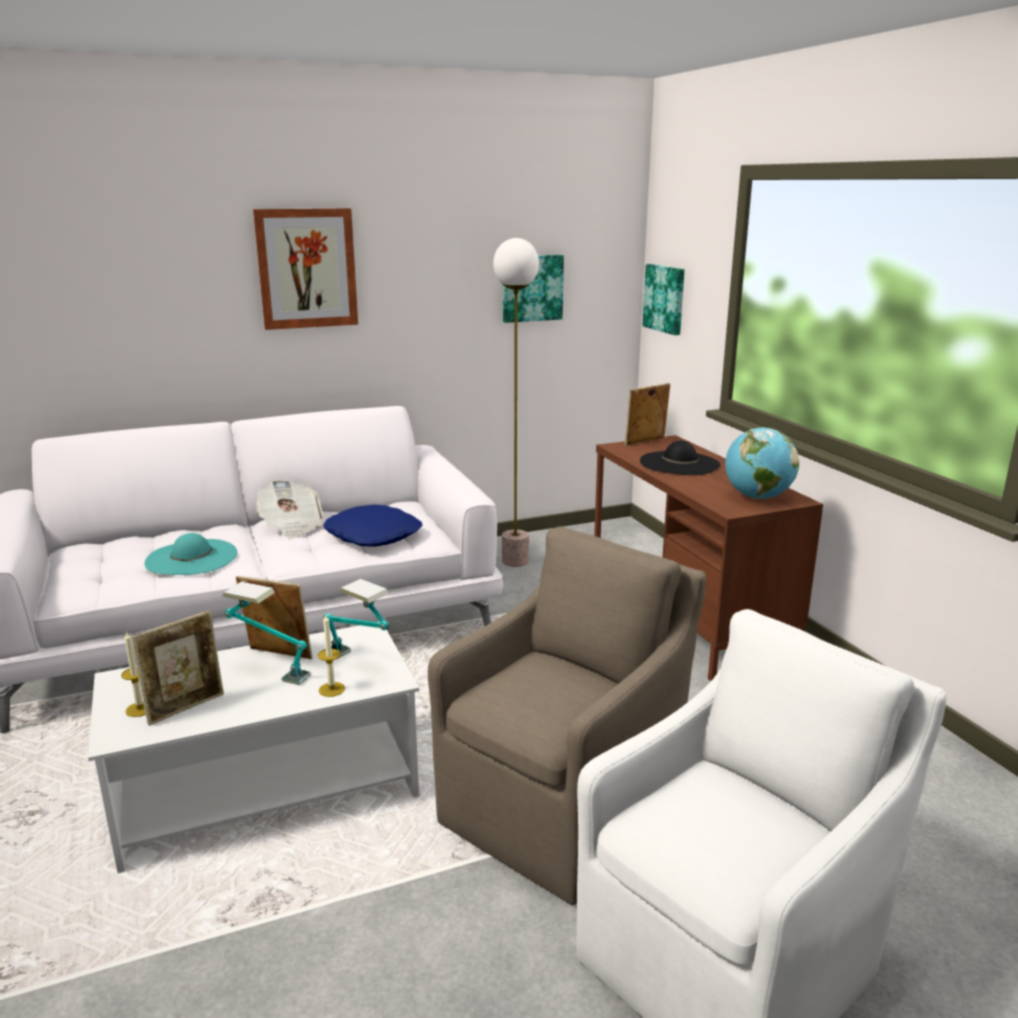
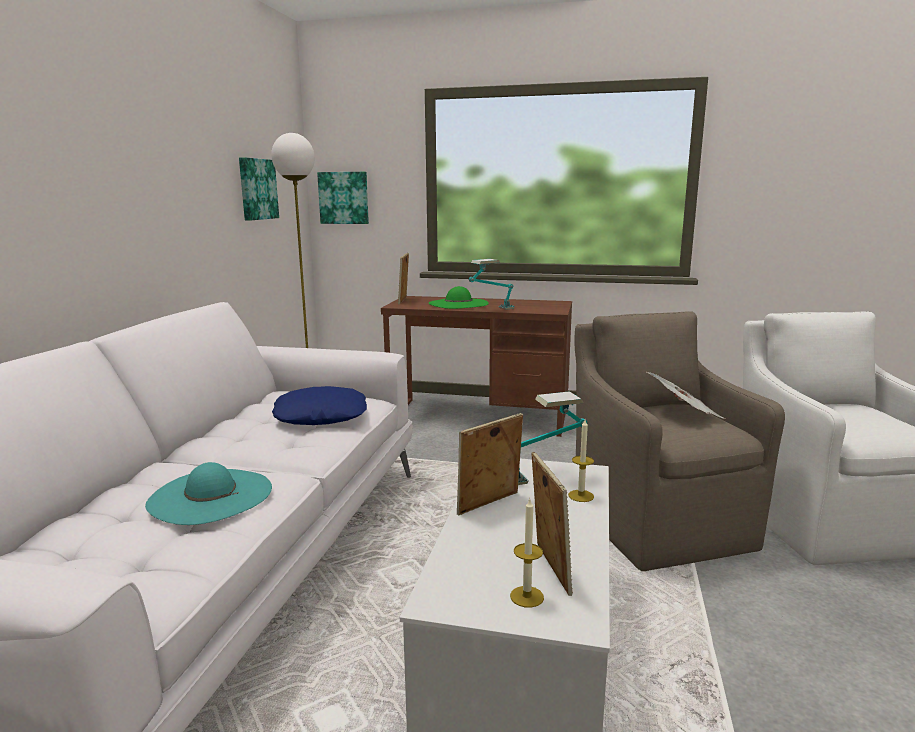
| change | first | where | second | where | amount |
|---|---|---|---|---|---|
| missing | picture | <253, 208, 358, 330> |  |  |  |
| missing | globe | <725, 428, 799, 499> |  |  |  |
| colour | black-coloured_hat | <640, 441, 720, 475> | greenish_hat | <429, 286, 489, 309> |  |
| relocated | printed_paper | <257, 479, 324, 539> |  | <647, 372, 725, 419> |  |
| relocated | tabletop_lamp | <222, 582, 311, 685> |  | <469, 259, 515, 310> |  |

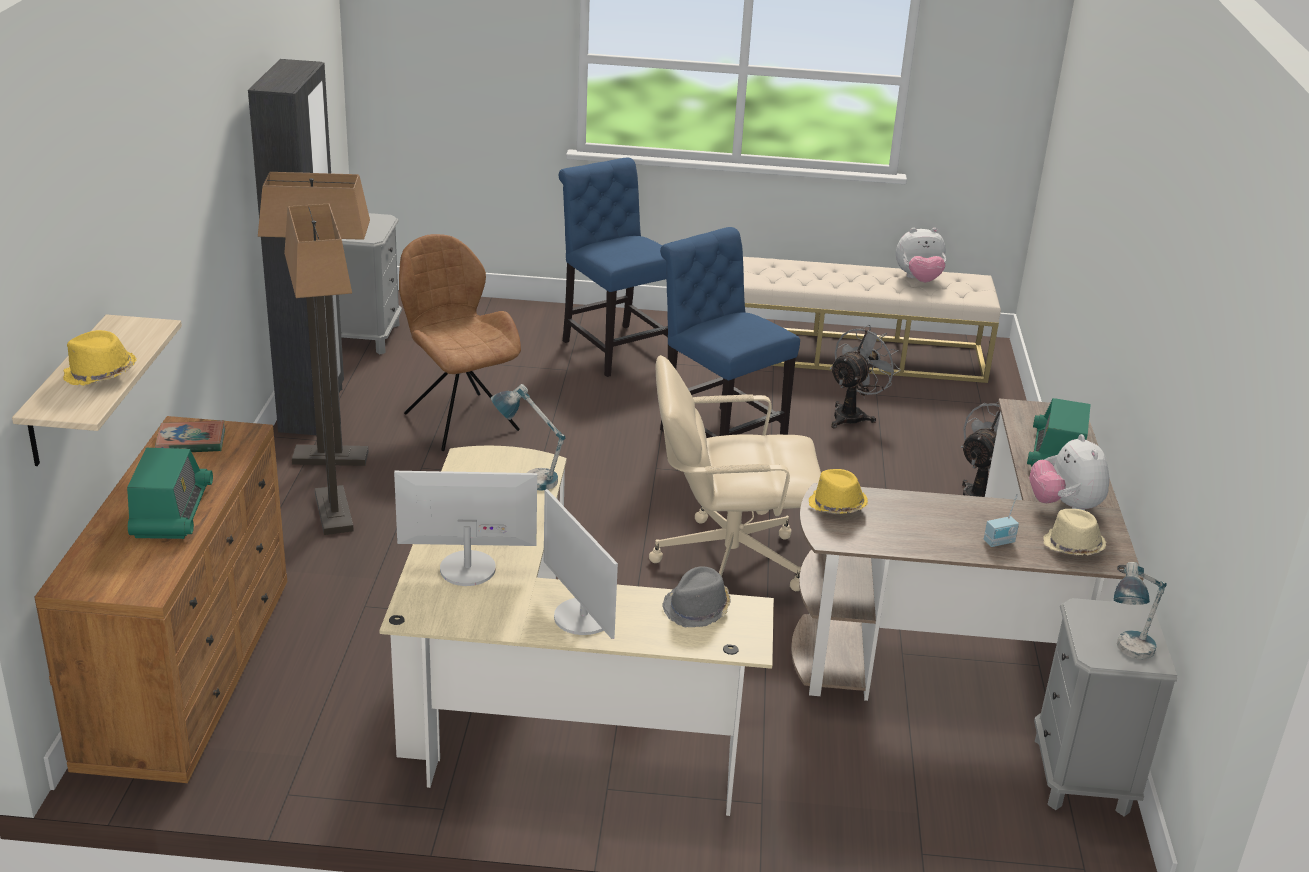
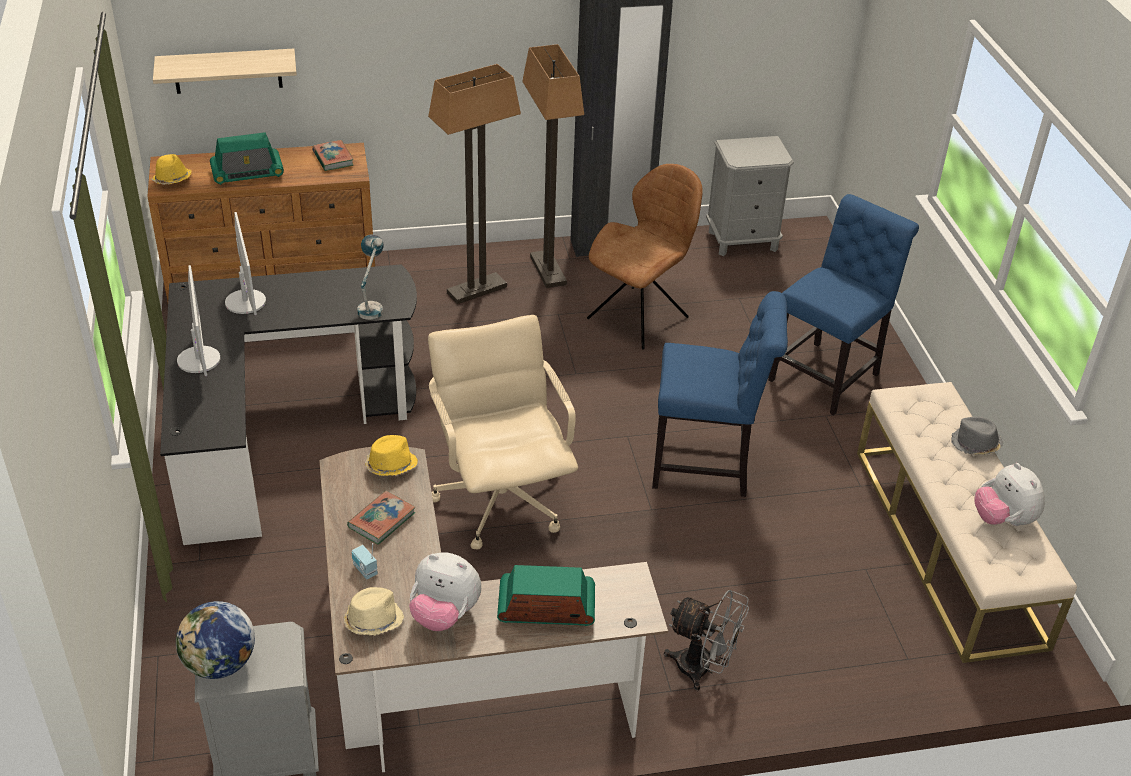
| change | first | where | second | where | amount |
|---|---|---|---|---|---|
| spun | blue_plain_chair | <660, 227, 800, 438> |  | <652, 291, 788, 497> | 60 degrees clockwise |
| missing | grey_cooling_fan | <830, 325, 901, 428> |  |  |  |
| relocated | yellow-coloured_hat | <63, 330, 137, 386> |  | <152, 154, 192, 185> |  |
| spun | plush_toy | <1029, 434, 1109, 511> |  | <409, 552, 481, 631> | 135 degrees counterclockwise |
| colour | beige-coloured_desk_table | <379, 446, 774, 816> | black-coloured_desk_table | <160, 264, 417, 545> |  |
| spun | computer_screen | <544, 489, 618, 639> |  | <177, 265, 220, 376> | 120 degrees clockwise |
| exchanged | tabletop_lamp | <1114, 562, 1167, 659> | globe | <176, 601, 255, 679> |  |
| relocated | grey_hat | <662, 566, 731, 627> |  | <951, 416, 1003, 455> |  |
| appeared |  |  | bound_book | <347, 491, 416, 545> |  |

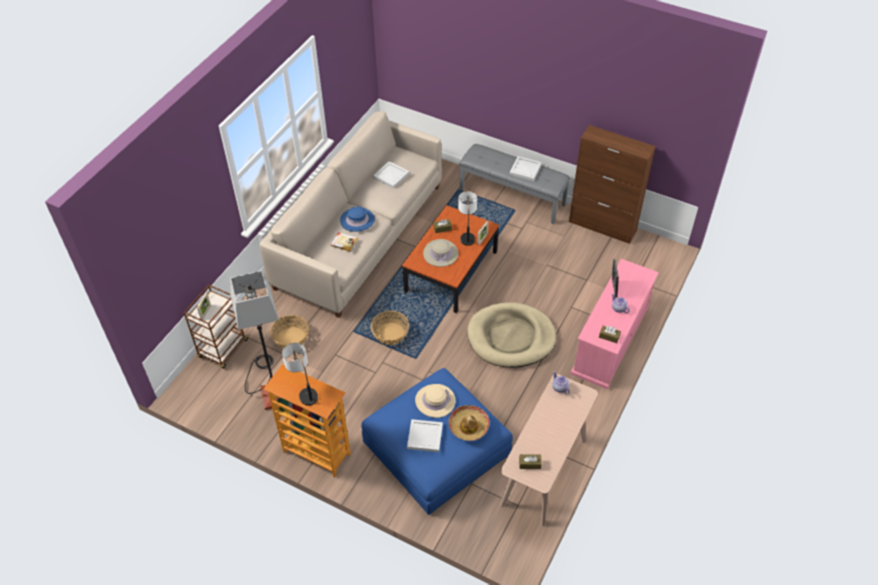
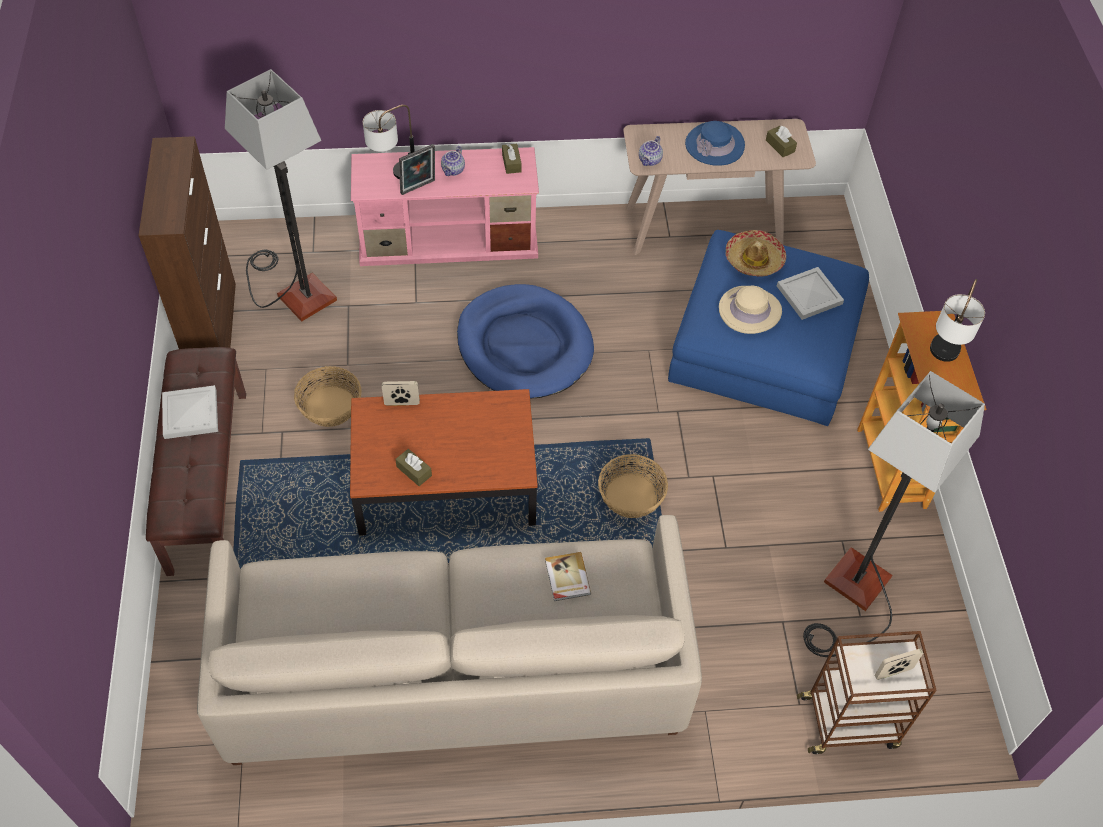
| change | first | where | second | where | amount |
|---|---|---|---|---|---|
| colour | grey_bench | <459, 144, 571, 224> | brown_bench | <146, 347, 246, 576> |  |
| missing | white_carrying_tray | <373, 162, 409, 189> |  |  |  |
| relocated | tabletop_lamp | <458, 191, 477, 246> |  | <363, 105, 415, 179> |  |
| relocated | blue_hat | <340, 207, 375, 232> |  | <685, 121, 745, 165> |  |
| missing | beige-coloured_hat | <423, 239, 459, 267> |  |  |  |
| colour | beige-coloured_pet_bed | <467, 302, 556, 368> | blue_pet_bed | <457, 284, 594, 398> |  |
| relocated | household_basket | <270, 315, 309, 348> |  | <294, 366, 362, 427> |  |
| appeared |  |  | standing_lamp | <225, 69, 337, 321> |  |

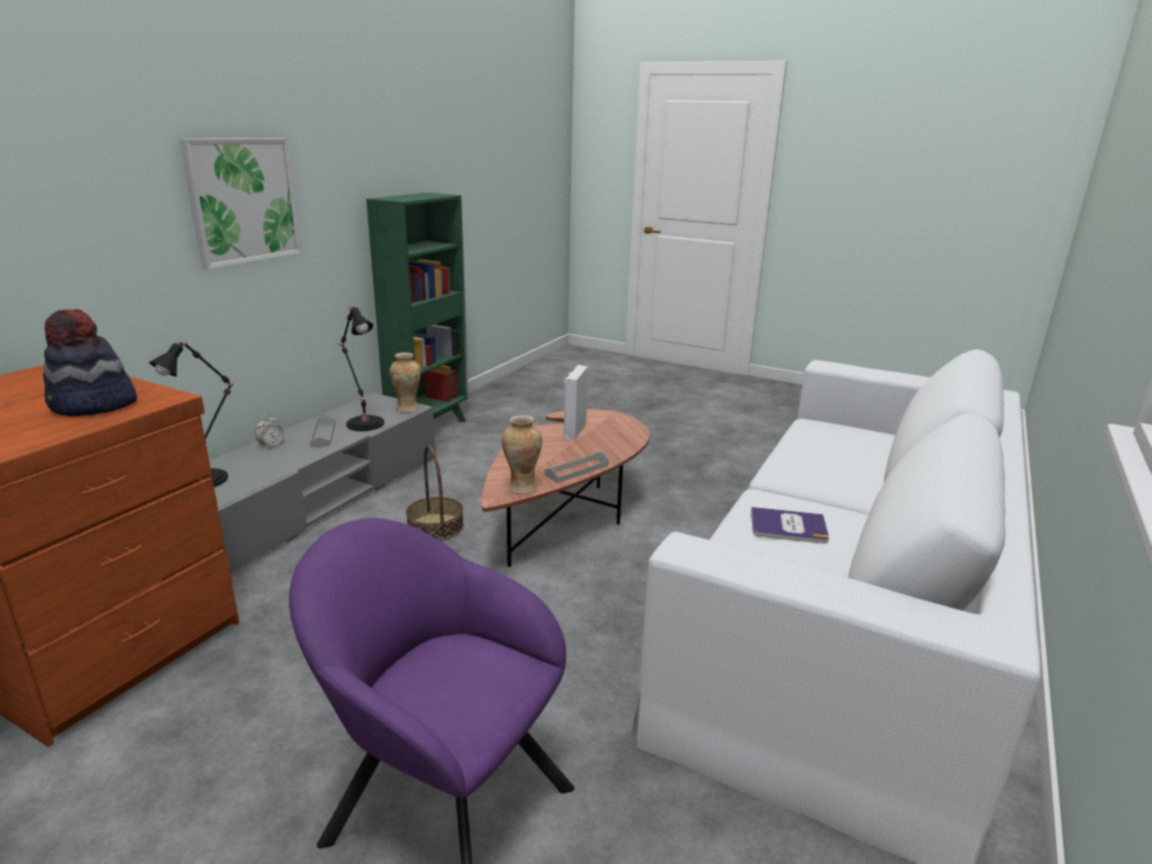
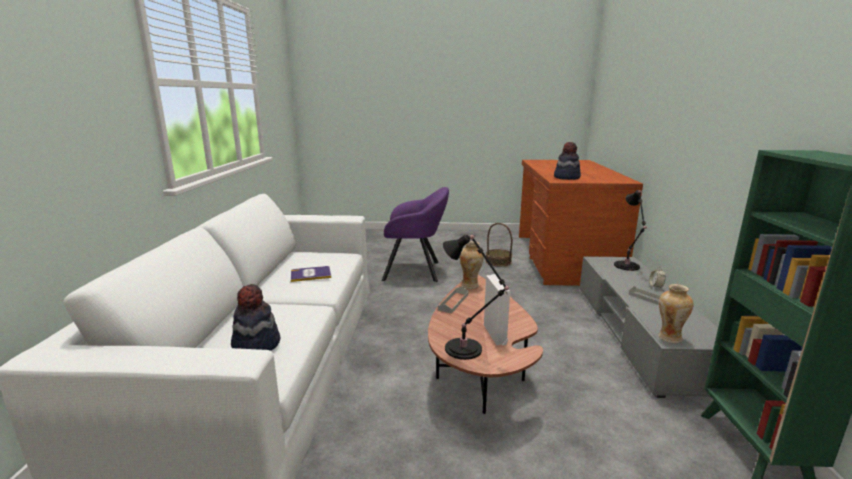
| change | first | where | second | where | amount |
|---|---|---|---|---|---|
| missing | picture | <180, 138, 302, 269> |  |  |  |
| relocated | black-coloured_tabletop_lamp | <338, 305, 384, 431> |  | <443, 235, 511, 360> |  |
| relocated | household_basket | <406, 445, 464, 541> |  | <486, 223, 512, 267> |  |
| appeared |  |  | hat | <231, 284, 280, 351> |  |

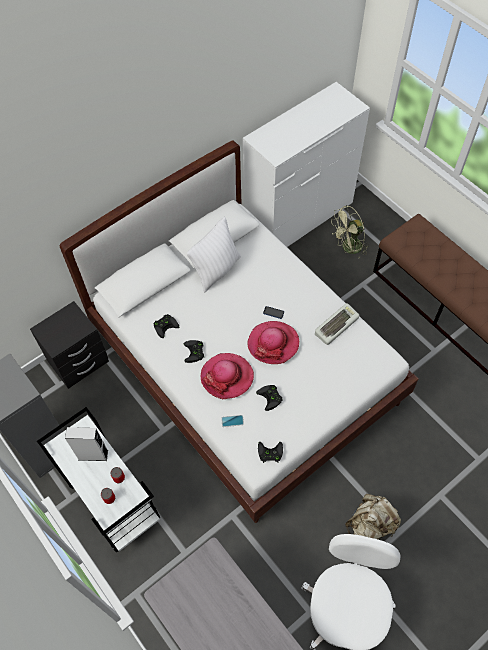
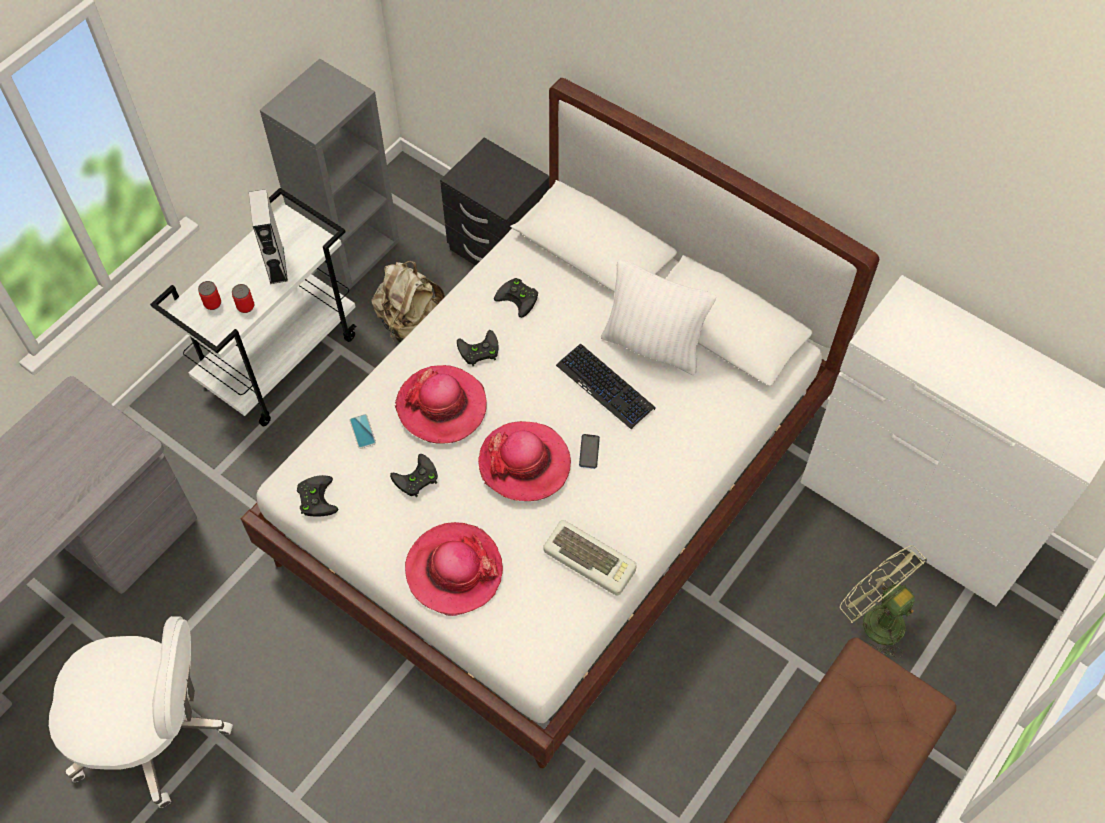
| change | first | where | second | where | amount |
|---|---|---|---|---|---|
| relocated | beige-coloured_backpack | <345, 494, 401, 540> |  | <371, 261, 445, 342> |  |
| appeared |  |  | computer_keyboard | <556, 344, 655, 429> |  |
| appeared |  |  | hat | <405, 522, 503, 616> |  |

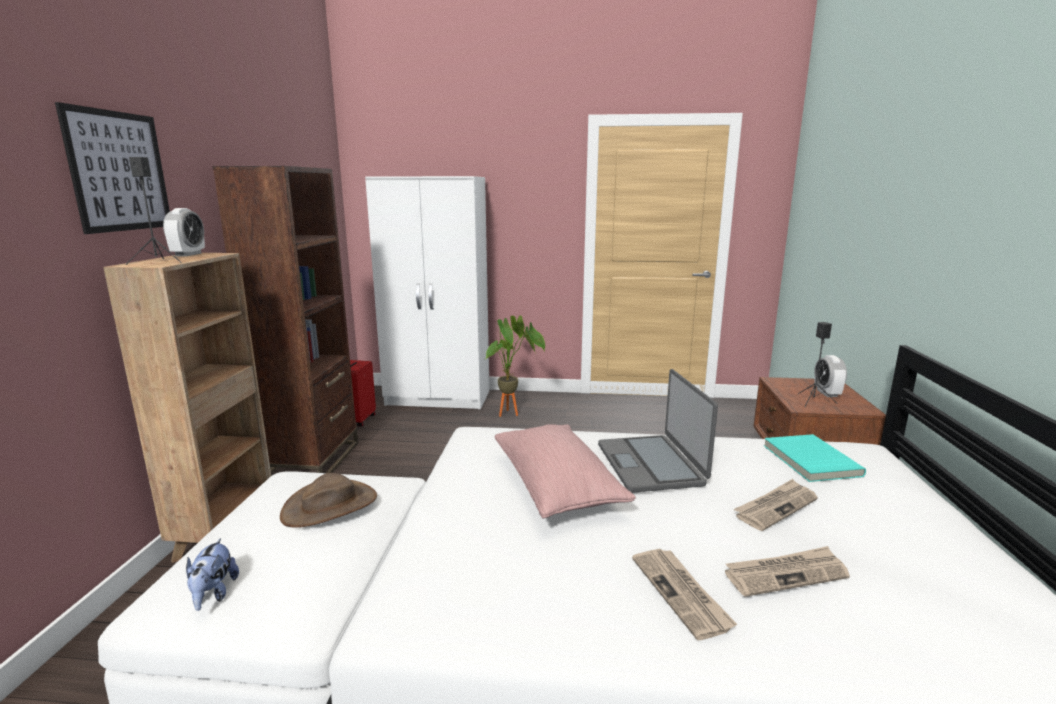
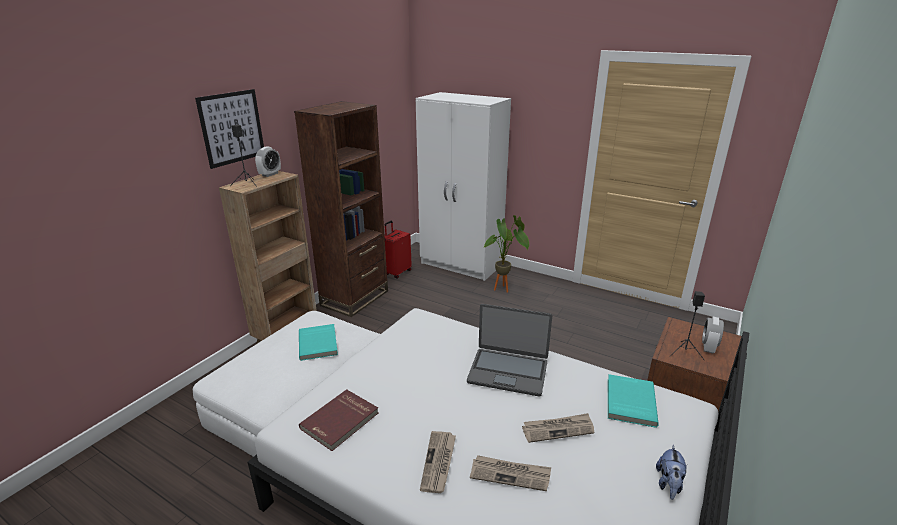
| change | first | where | second | where | amount |
|---|---|---|---|---|---|
| spun | laptop | <598, 369, 718, 493> |  | <467, 304, 552, 396> | 90 degrees counterclockwise |
| missing | pink_pillow | <495, 424, 636, 519> |  |  |  |
| exchanged | brown_hat | <280, 473, 377, 528> | turquoise_bound_book | <299, 324, 338, 361> |  |
| relocated | plush_toy | <186, 538, 239, 611> |  | <656, 445, 687, 500> |  |
| appeared |  |  | red-coloured_bound_book | <299, 389, 378, 451> |  |

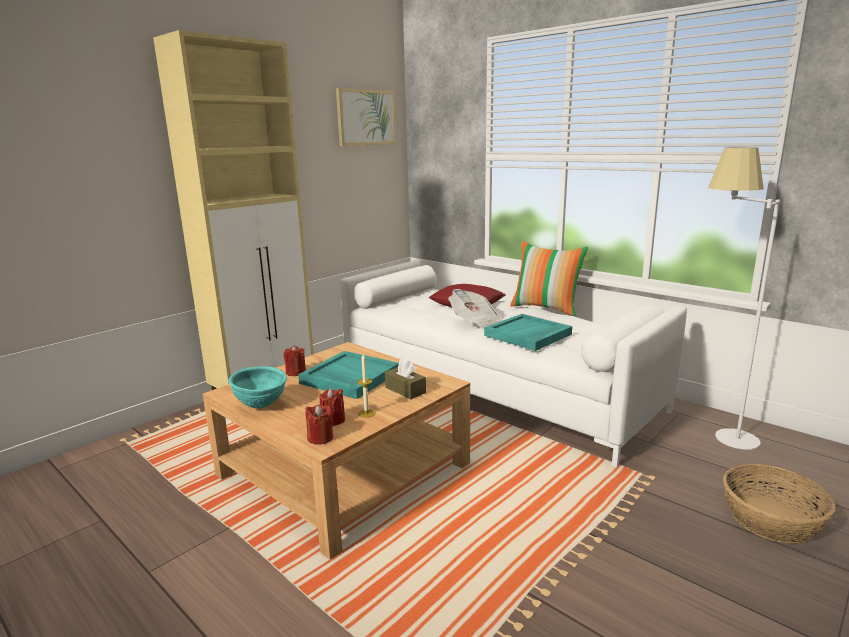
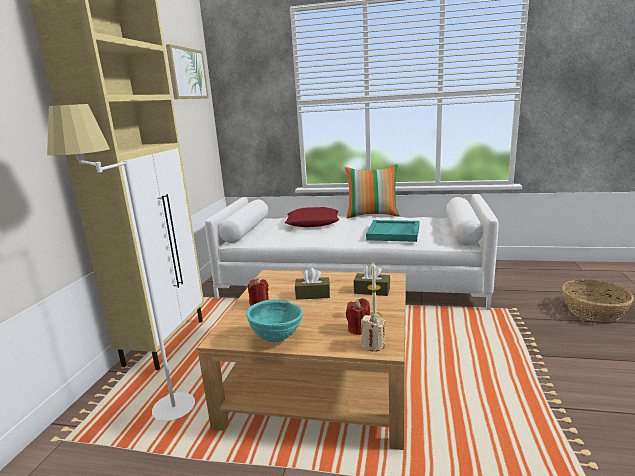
| change | first | where | second | where | amount |
|---|---|---|---|---|---|
| relocated | white_standing_lamp | <708, 147, 780, 450> |  | <47, 104, 195, 421> |  |
| missing | printed_paper | <448, 289, 501, 329> |  |  |  |
| exchanged | turquoise_carrying_tray | <298, 351, 399, 399> | brown_box_of_tissues | <295, 268, 330, 300> |  |
| colour | red-coloured_wax_candle | <306, 405, 333, 445> | beige-coloured_wax_candle | <361, 313, 386, 351> |  |

